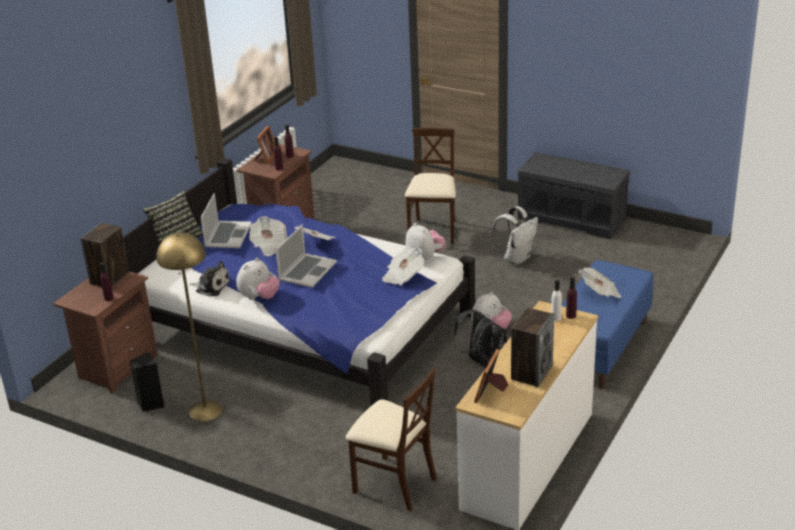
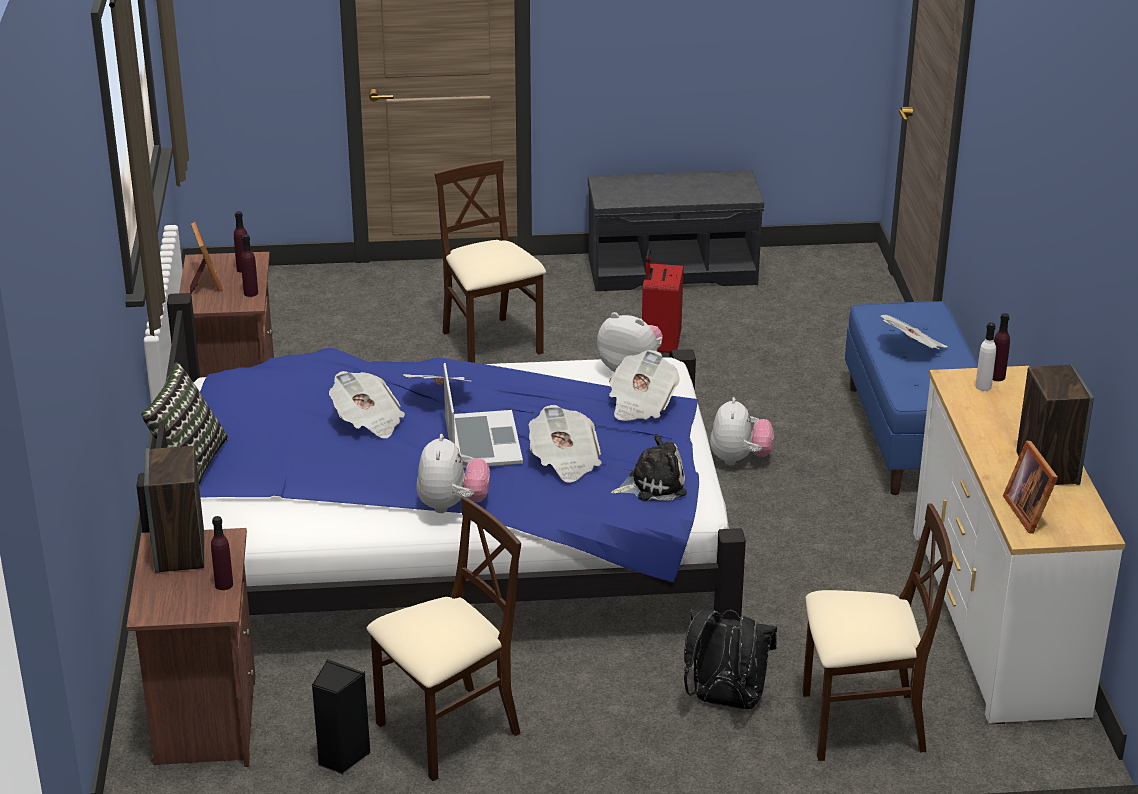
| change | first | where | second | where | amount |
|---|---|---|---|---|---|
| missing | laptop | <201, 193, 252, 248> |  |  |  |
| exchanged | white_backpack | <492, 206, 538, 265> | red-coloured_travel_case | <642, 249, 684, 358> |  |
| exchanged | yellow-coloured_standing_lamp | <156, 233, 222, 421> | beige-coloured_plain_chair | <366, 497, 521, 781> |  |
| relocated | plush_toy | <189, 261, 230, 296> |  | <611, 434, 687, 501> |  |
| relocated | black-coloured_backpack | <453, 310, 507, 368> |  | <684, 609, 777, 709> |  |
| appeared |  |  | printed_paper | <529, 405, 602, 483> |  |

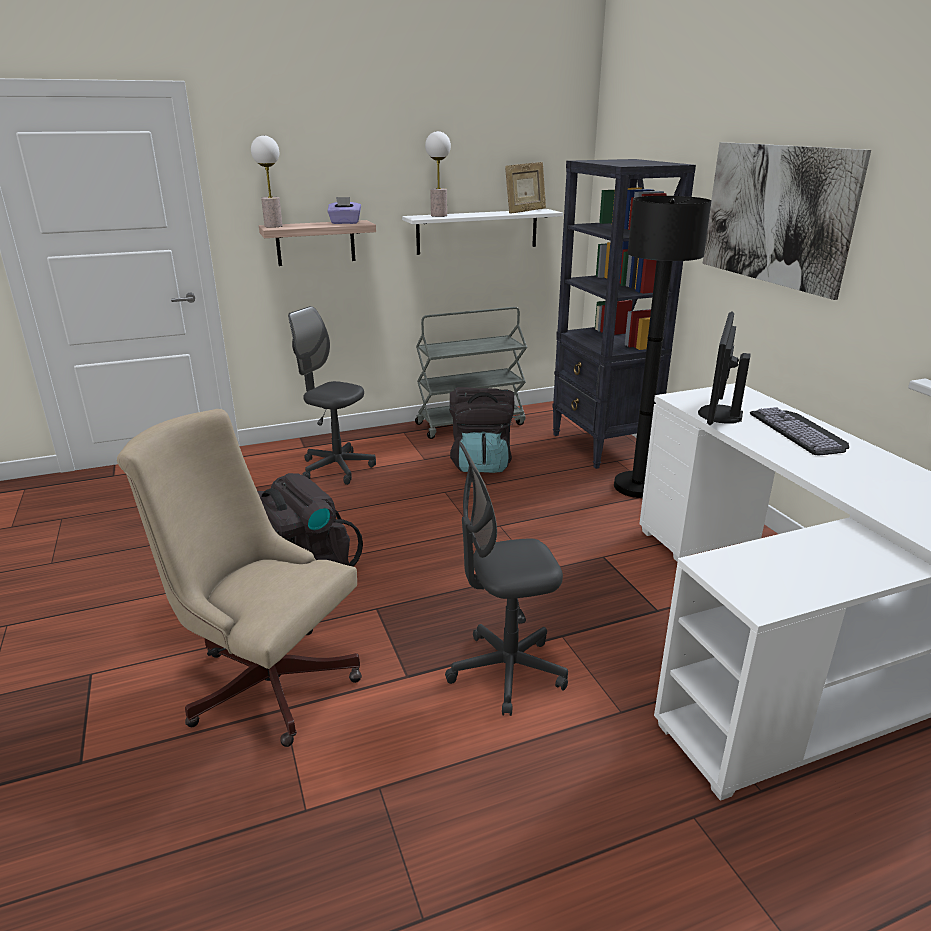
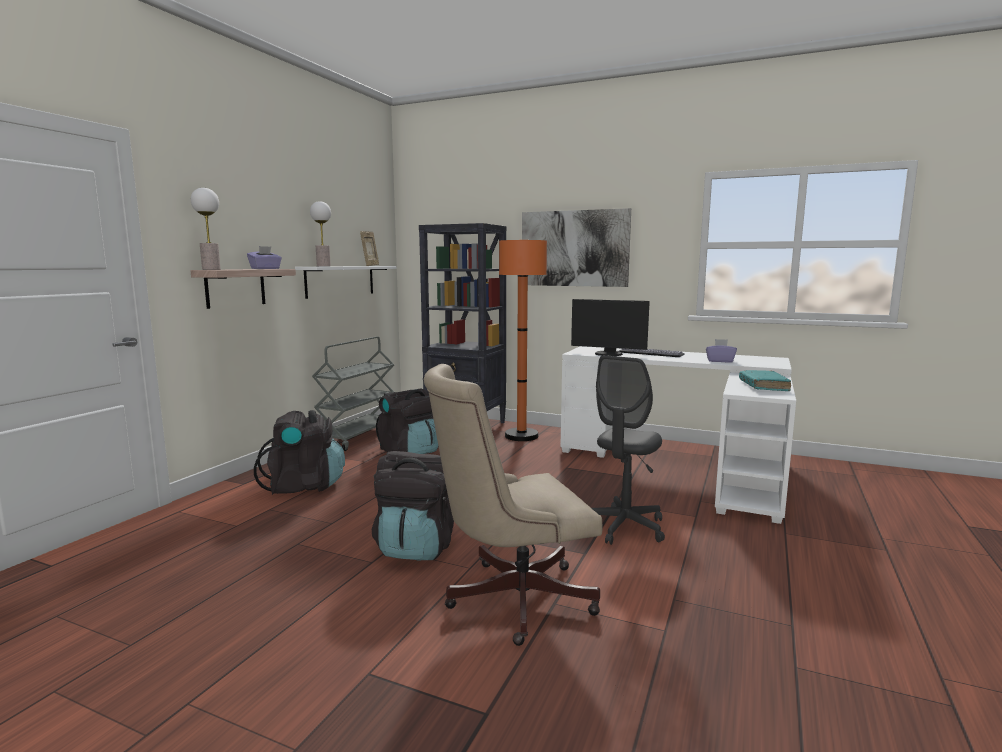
| change | first | where | second | where | amount |
|---|---|---|---|---|---|
| colour | black-coloured_standing_lamp | <614, 196, 711, 498> | orangey_standing_lamp | <499, 240, 547, 441> |  |
| exchanged | grey_office_chair | <288, 306, 376, 485> | black-coloured_backpack | <254, 410, 345, 495> |  |
| spun | computer_screen | <698, 312, 751, 425> |  | <571, 299, 650, 356> | 45 degrees counterclockwise |
| appeared |  |  | purple-coloured_box_of_tissues | <706, 339, 737, 363> |  |
| appeared |  |  | turquoise_bound_book | <739, 370, 791, 391> |  |

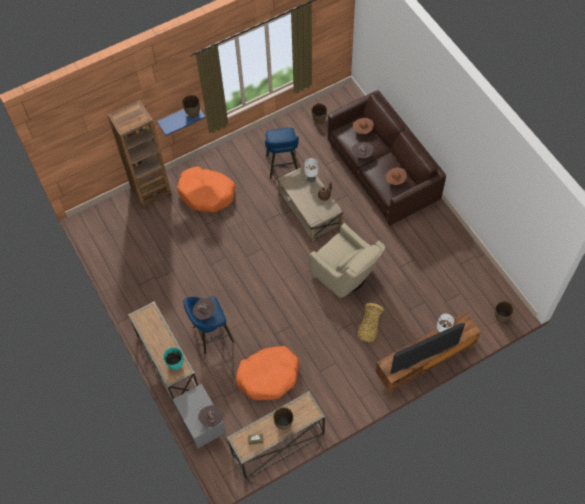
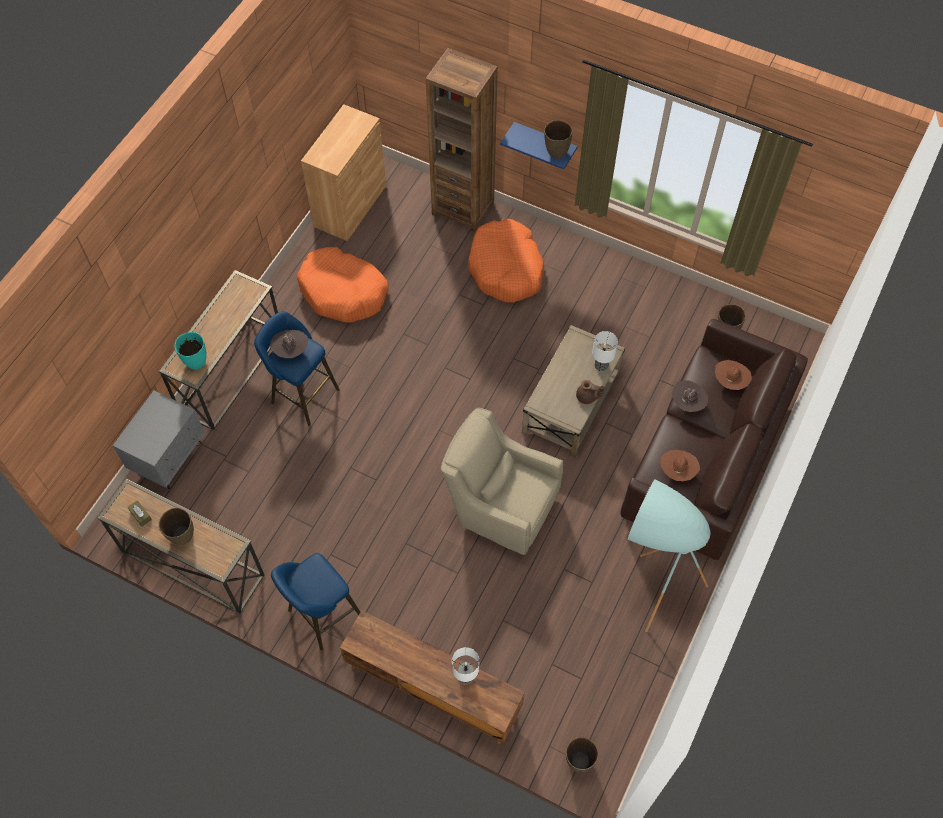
| change | first | where | second | where | amount |
|---|---|---|---|---|---|
| relocated | blue_stool_seat | <265, 128, 299, 179> |  | <271, 553, 360, 650> |  |
| spun | beige-coloured_easy_chair | <309, 223, 386, 298> |  | <441, 408, 563, 555> | 105 degrees clockwise |
| missing | household_basket | <358, 303, 384, 342> |  |  |  |
| missing | television | <390, 323, 465, 374> |  |  |  |
| relocated | orangey_pet_bed | <236, 346, 299, 400> |  | <297, 247, 389, 323> |  |
| missing | brown_hat | <198, 405, 224, 427> |  |  |  |
| appeared |  |  | brown_storage_cabinet | <301, 104, 386, 241> |  |
| appeared |  |  | turquoise_standing_lamp | <628, 480, 711, 632> |  |

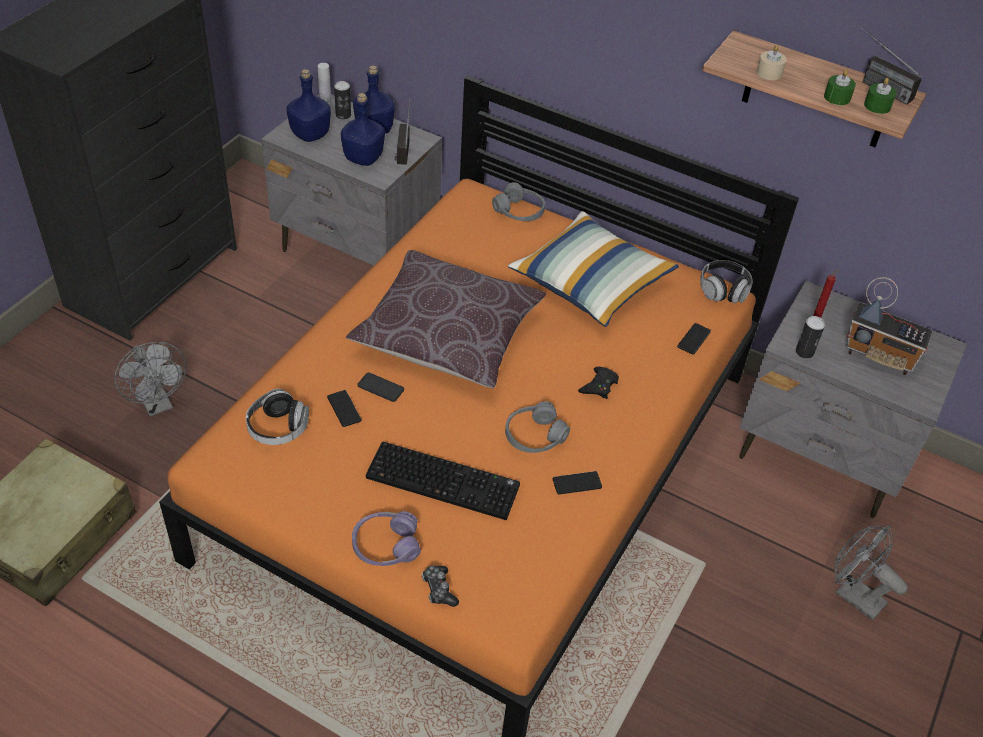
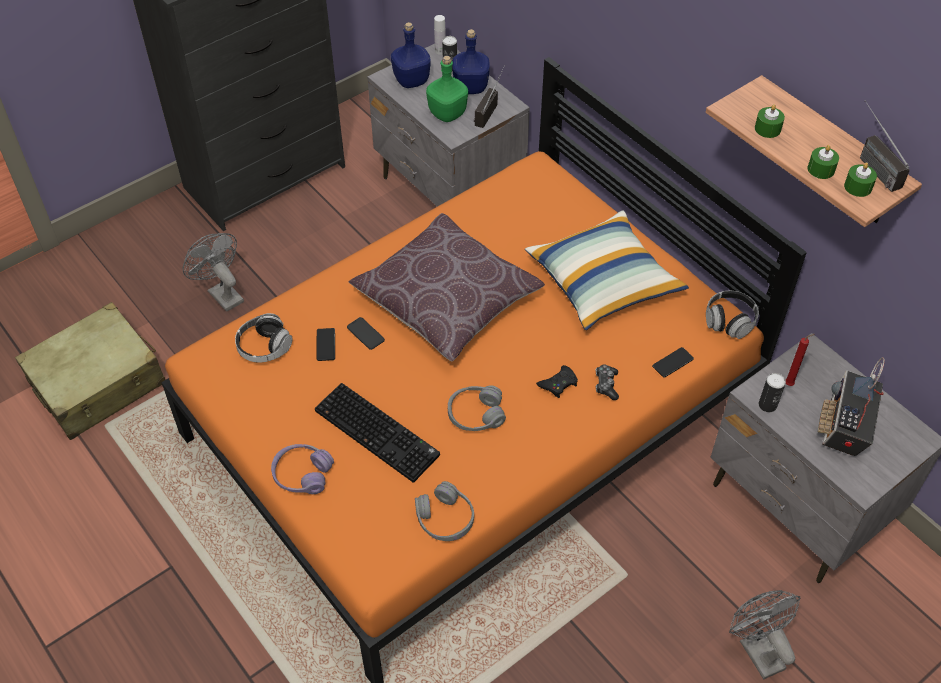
| change | first | where | second | where | amount |
|---|---|---|---|---|---|
| colour | beige-coloured_wax_candle | <756, 45, 787, 80> | greenish_wax_candle | <755, 104, 785, 138> |  |
| colour | blue_beverage_bottle | <341, 93, 385, 166> | greenish_beverage_bottle | <426, 56, 468, 122> |  |
| relocated | grey_pair_of_headphones | <492, 182, 545, 221> |  | <415, 481, 474, 541> |  |
| spun | radio_receiver | <846, 277, 932, 375> |  | <818, 357, 885, 456> | 60 degrees clockwise |
| spun | grey_cooling_fan | <114, 342, 187, 416> |  | <183, 233, 244, 312> | 150 degrees clockwise |
| missing | phone | <553, 471, 602, 495> |  |  |  |
| relocated | game_controller | <422, 565, 459, 607> |  | <595, 364, 619, 400> |  |

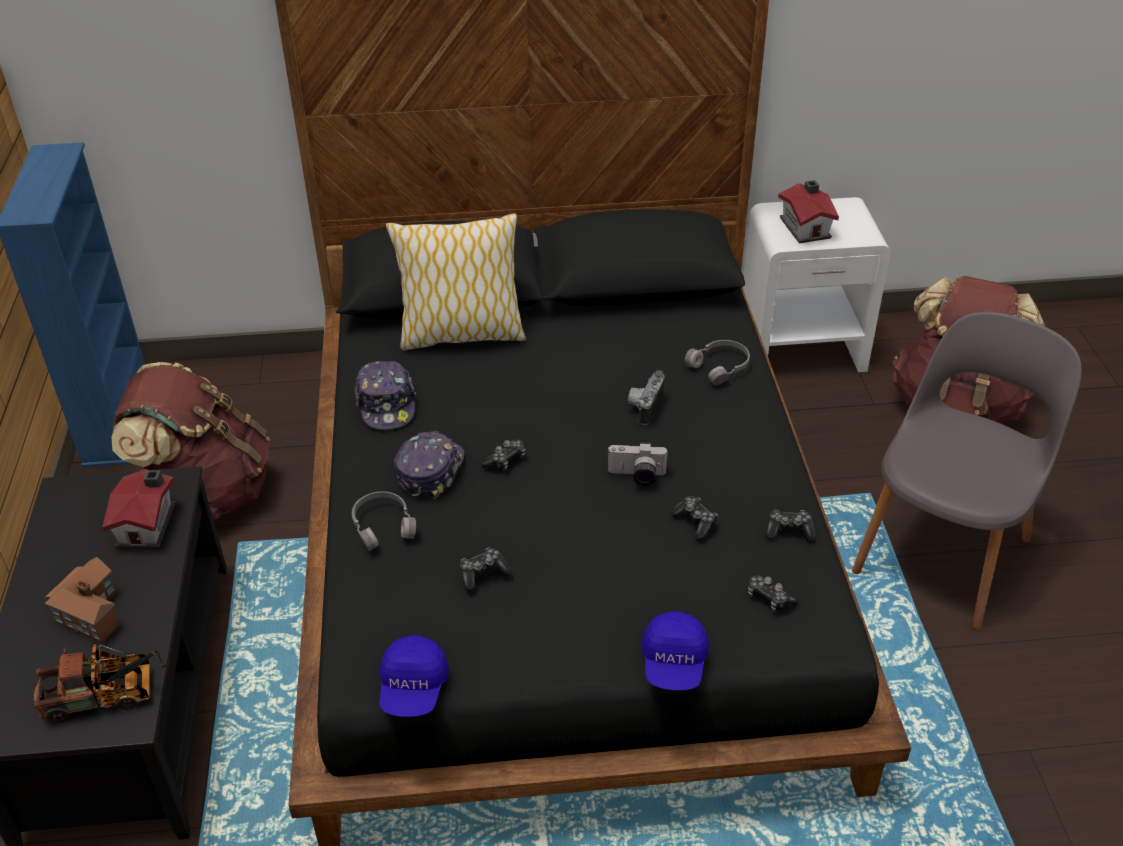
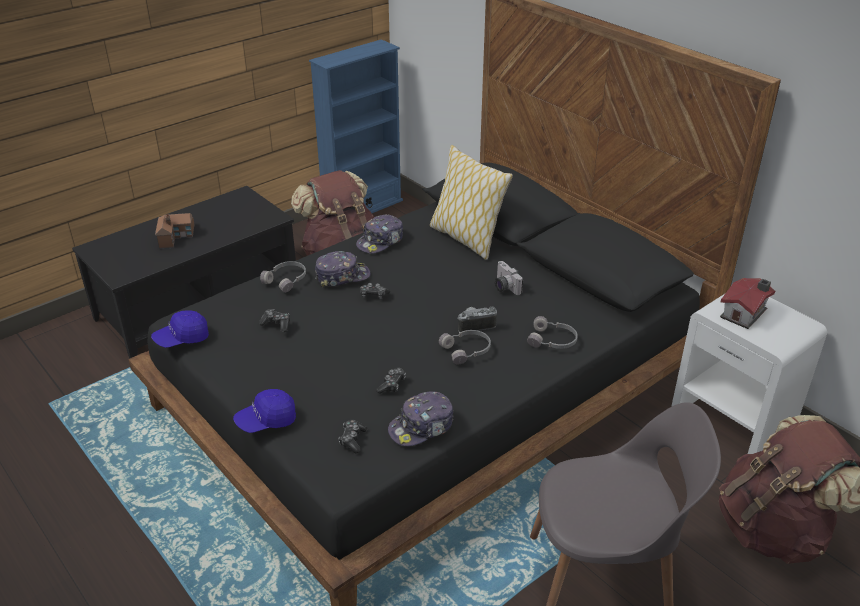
| change | first | where | second | where | amount |
|---|---|---|---|---|---|
| relocated | still_camera | <607, 442, 668, 486> |  | <495, 261, 523, 295> |  |
| missing | toy_house | <102, 469, 175, 548> |  |  |  |
| exchanged | game_controller | <765, 510, 816, 541> | baseball_cap | <388, 391, 453, 446> |  |
| missing | model_truck | <34, 644, 166, 723> |  |  |  |
| appeared |  |  | grey_pair_of_headphones | <439, 330, 491, 364> |  |

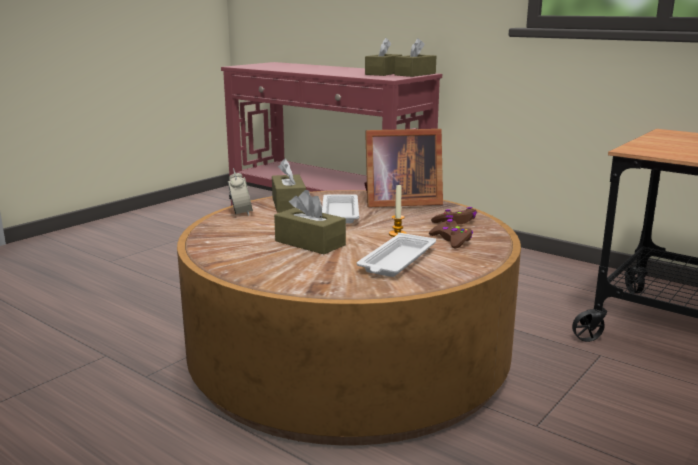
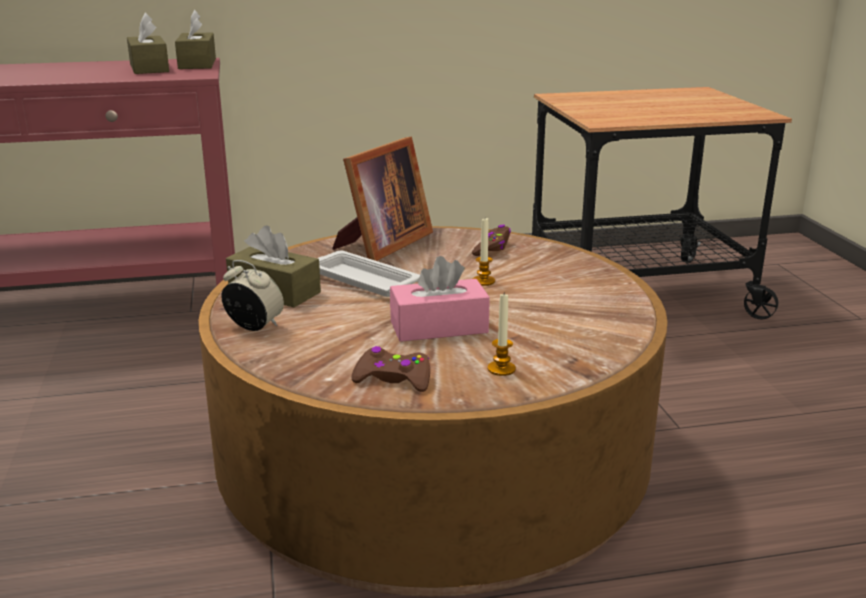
| change | first | where | second | where | amount |
|---|---|---|---|---|---|
| colour | brown_box_of_tissues | <274, 190, 346, 254> | pink_box_of_tissues | <390, 256, 490, 342> |  |
| relocated | brown_game_controller | <429, 219, 473, 249> |  | <351, 346, 430, 392> |  |
| missing | white_carrying_tray | <357, 233, 436, 277> |  |  |  |
| appeared |  |  | wax_candle | <488, 293, 516, 376> |  |

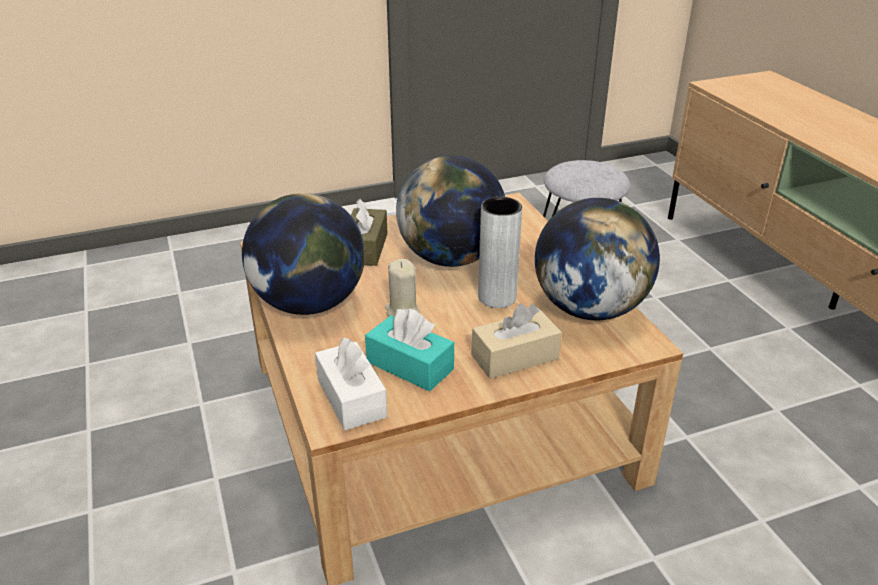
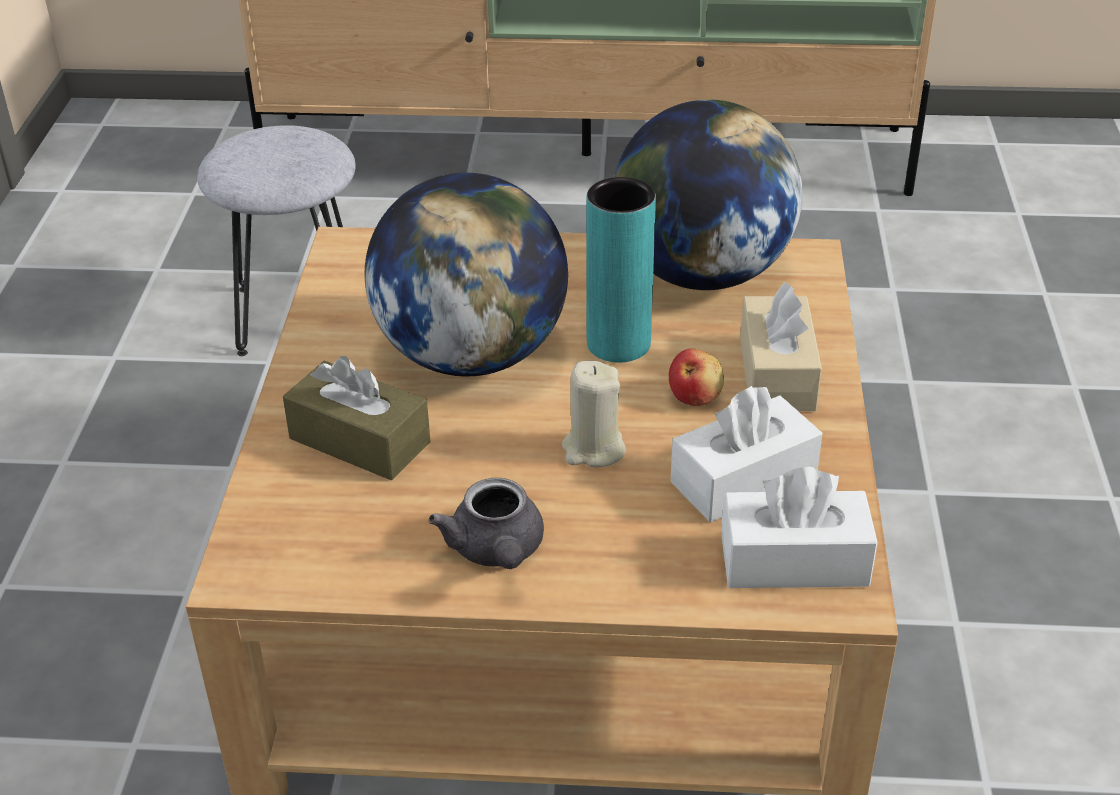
| change | first | where | second | where | amount |
|---|---|---|---|---|---|
| exchanged | globe | <242, 193, 365, 315> | grey_tea_pot | <428, 478, 544, 569> |  |
| colour | grey_flower_vase | <478, 197, 522, 308> | turquoise_flower_vase | <586, 177, 656, 362> |  |
| colour | turquoise_box_of_tissues | <365, 308, 454, 391> | white_box_of_tissues | <671, 386, 822, 522> |  |
| appeared |  |  | apple | <669, 349, 724, 406> |  |

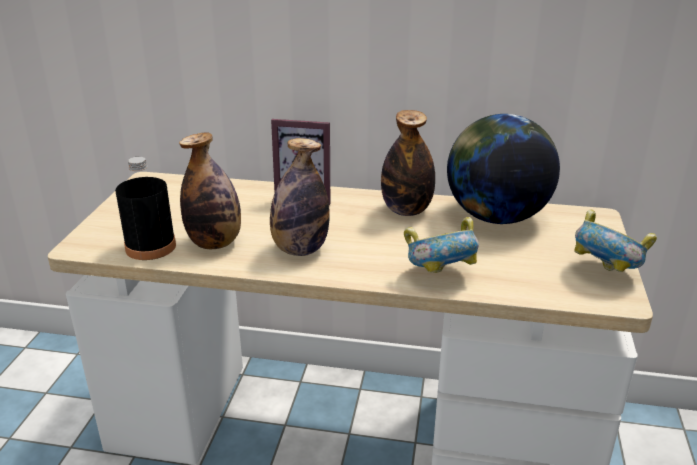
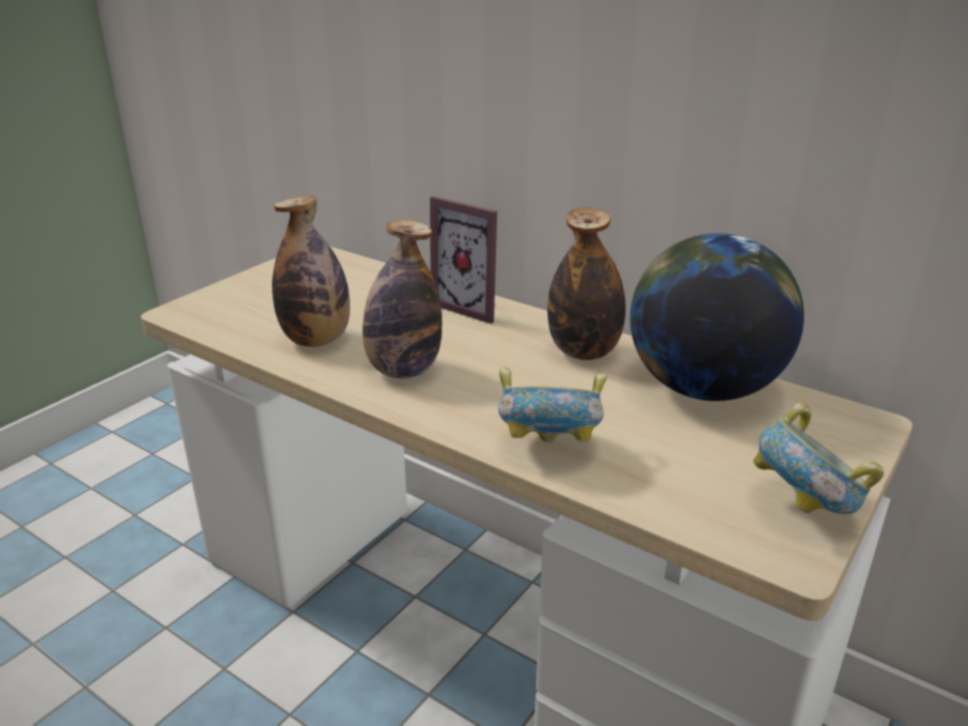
| change | first | where | second | where | amount |
|---|---|---|---|---|---|
| missing | black-coloured_beverage_bottle | <115, 157, 176, 260> |  |  |  |

